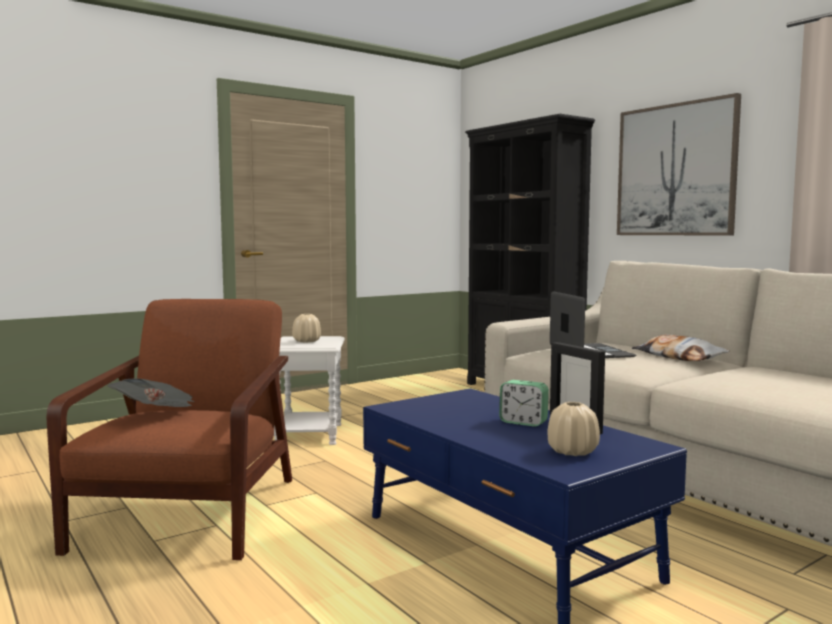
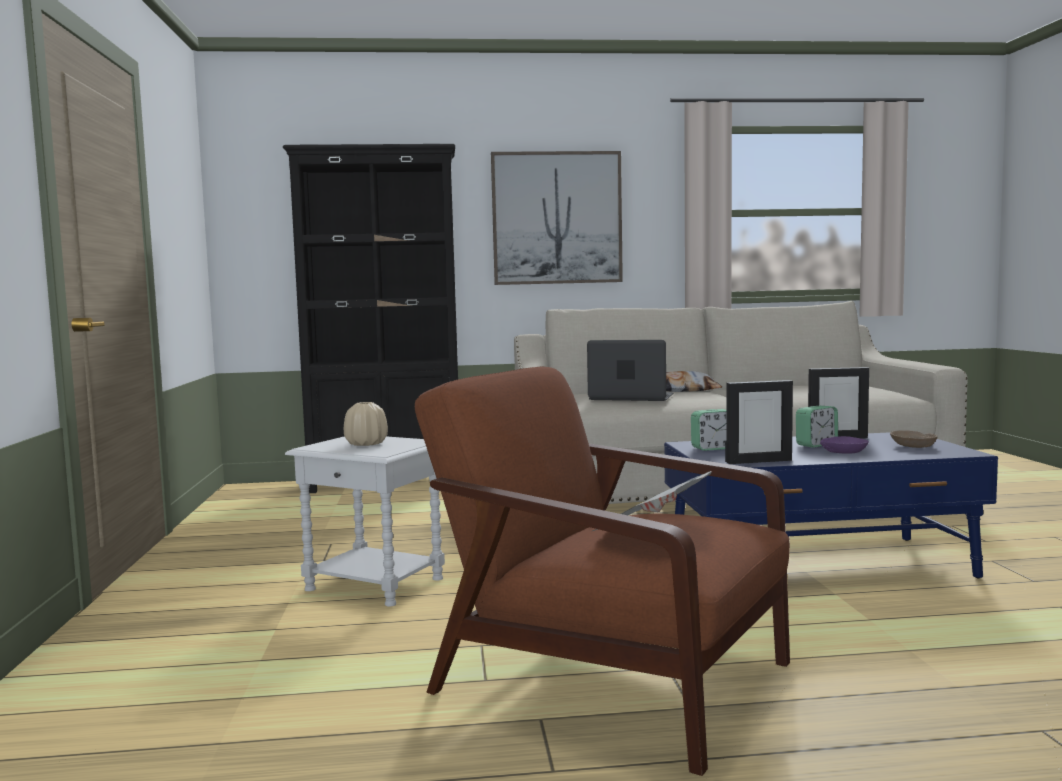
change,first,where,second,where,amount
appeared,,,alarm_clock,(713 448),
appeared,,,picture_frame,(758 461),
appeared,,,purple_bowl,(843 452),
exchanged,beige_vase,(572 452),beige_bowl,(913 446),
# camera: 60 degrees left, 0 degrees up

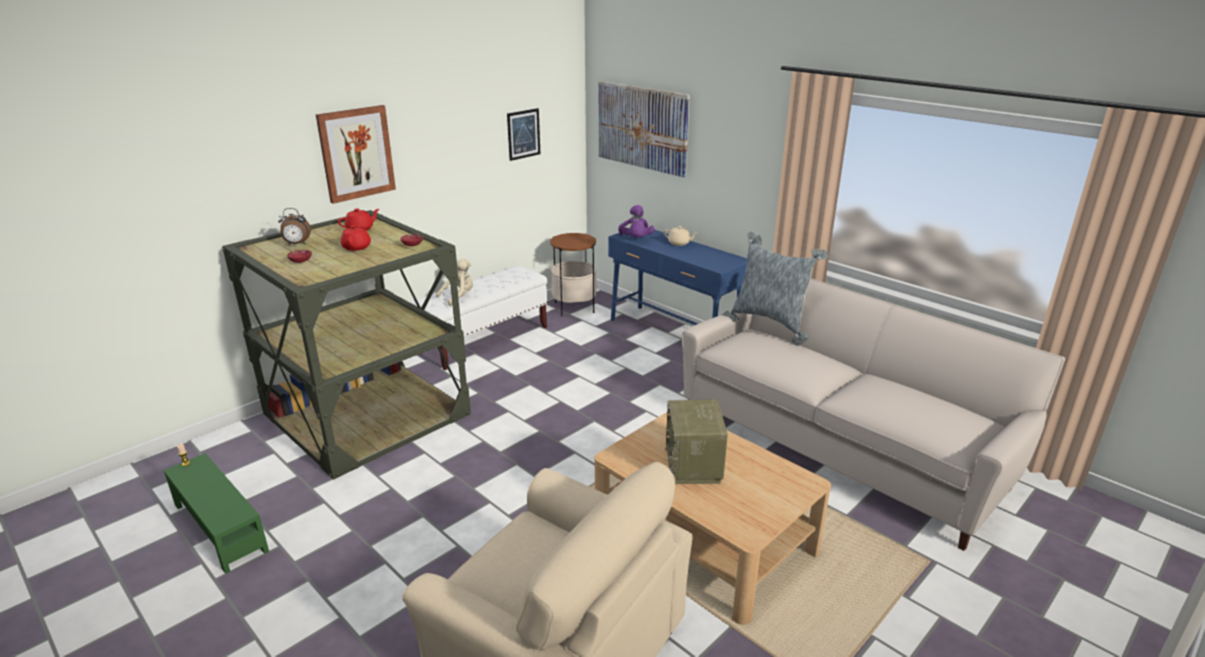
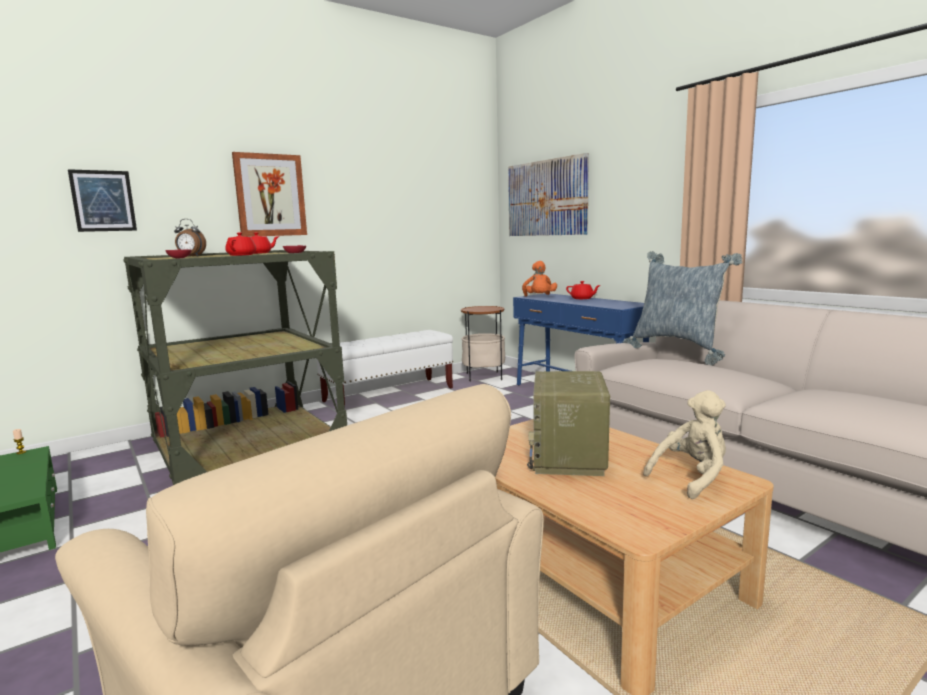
change,first,where,second,where,amount
relocated,picture,(523 134),,(103 201),
colour,purple_plush_toy,(636 239),orange_plush_toy,(539 298),
colour,beige_teapot,(679 243),red_teapot,(582 298),
relocated,beige_plush_toy,(459 297),,(691 478),
# camera: 10 degrees right, 15 degrees down

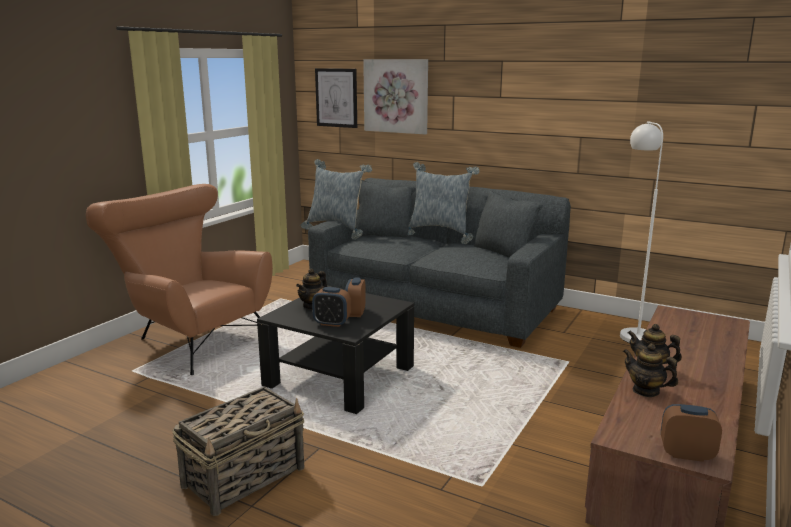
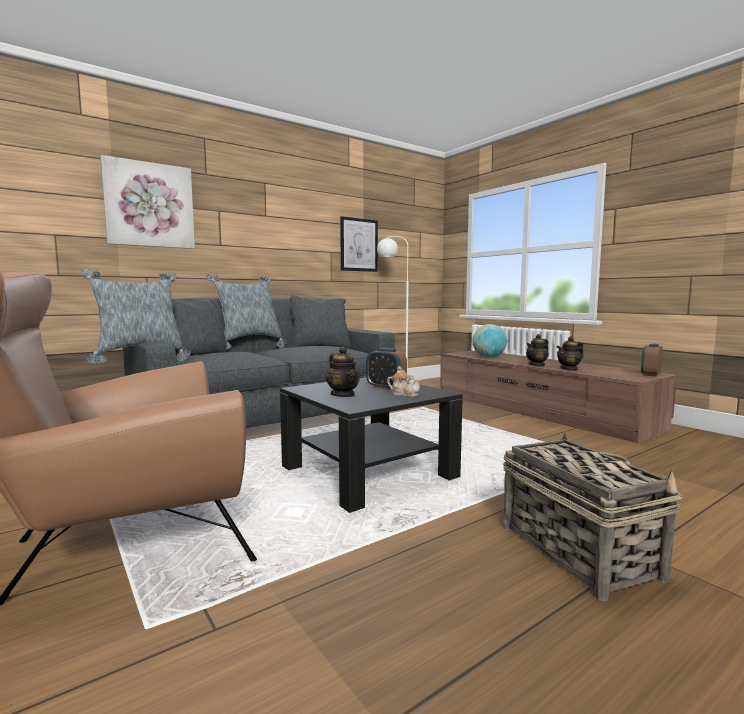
change,first,where,second,where,amount
relocated,picture,(336 98),,(358 245),
exchanged,alarm_clock,(332 323),teapot,(404 394),
appeared,,,globe,(489 357),
# camera: 65 degrees left, 10 degrees down

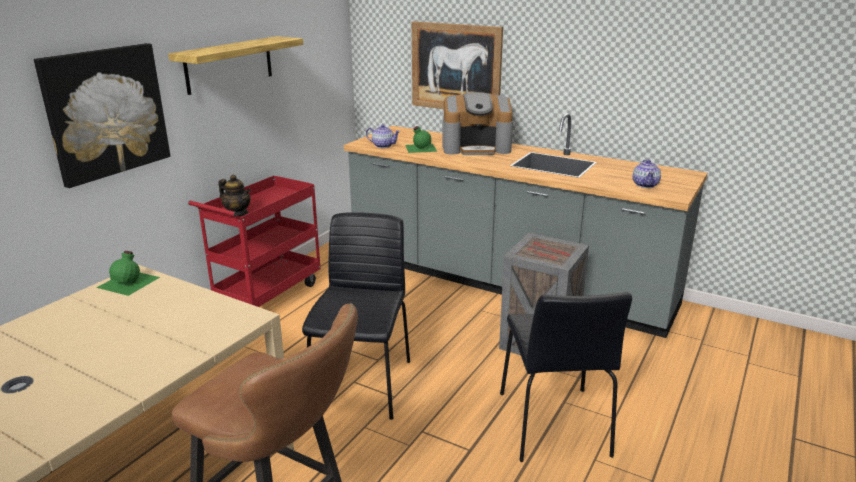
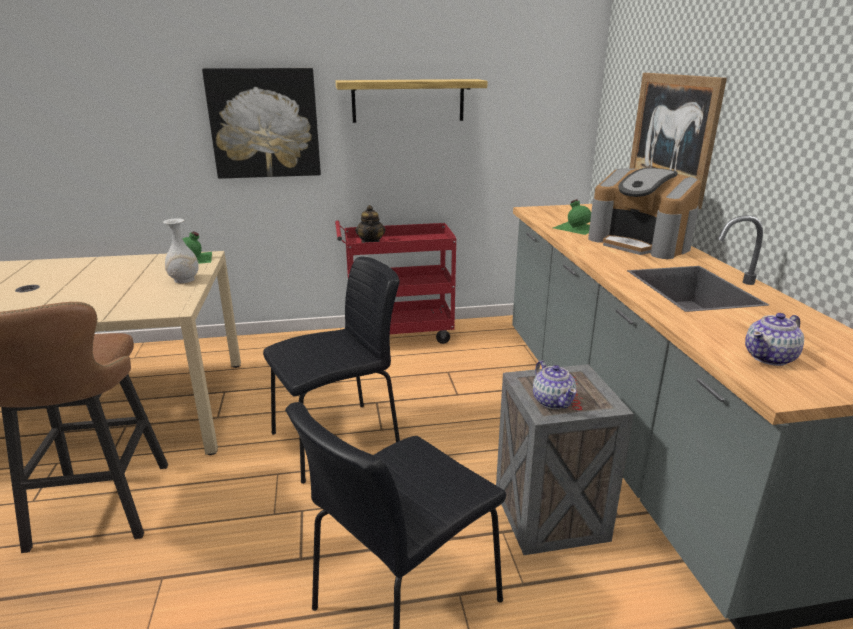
change,first,where,second,where,amount
appeared,,,white_vase,(184 280),
relocated,teapot,(383 146),,(553 401),
# camera: 50 degrees right, 0 degrees up

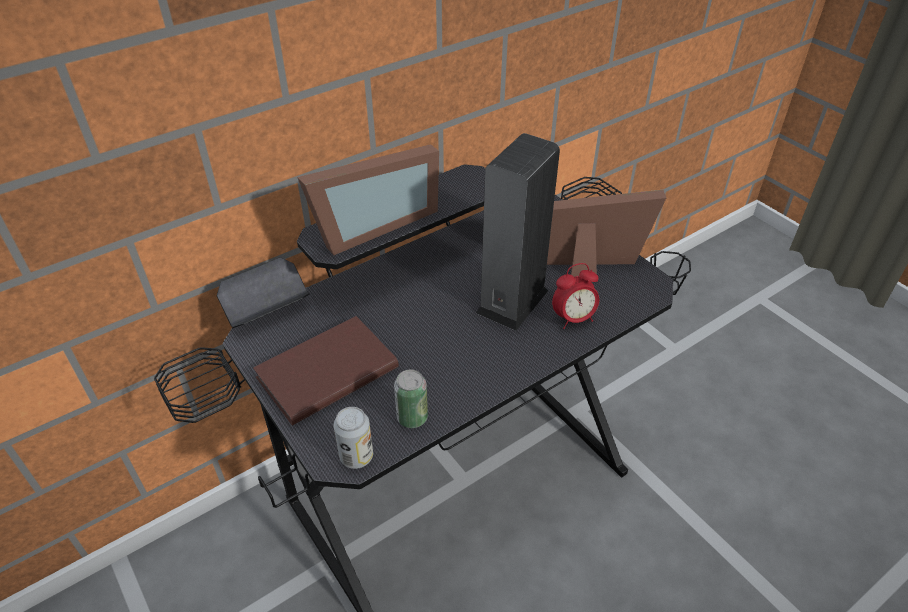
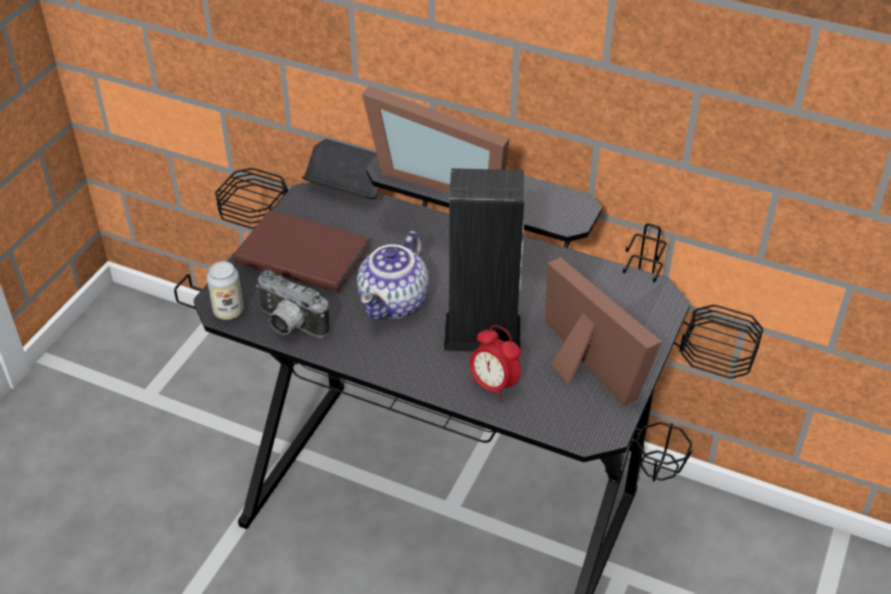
change,first,where,second,where,amount
exchanged,can,(412 417),photo_camera,(289 326),
appeared,,,teapot,(395 303),
# camera: 60 degrees right, 0 degrees up

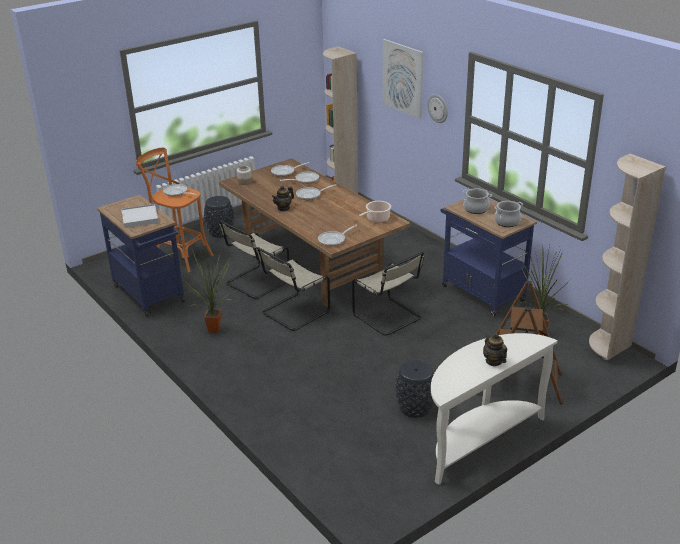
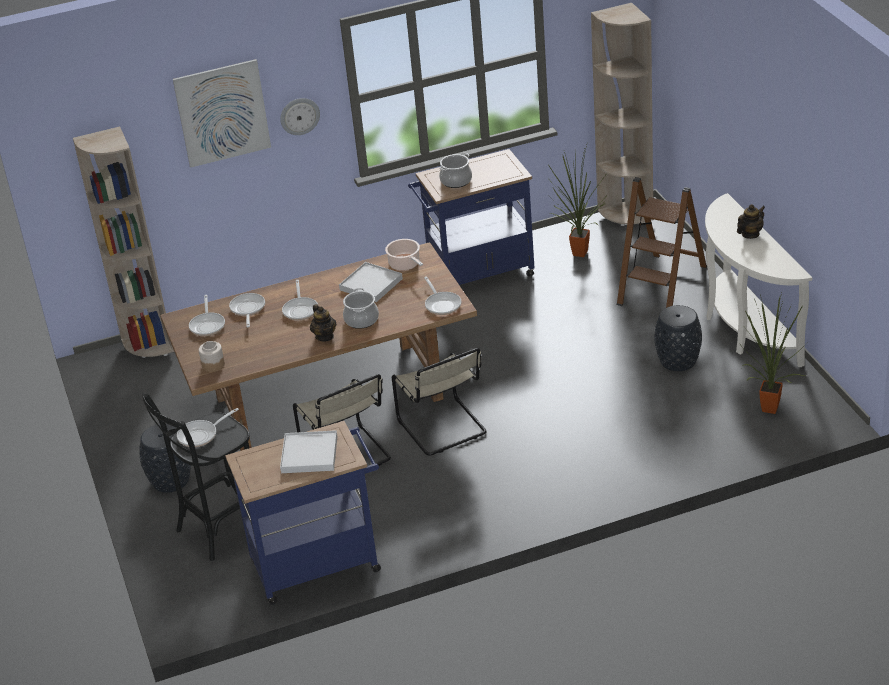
change,first,where,second,where,amount
colour,orange_stool,(180 256),black_stool,(221 528),
appeared,,,white_tray,(371 284),
relocated,cooking_pot,(507 222),,(361 320),
spun,teapot,(493 361),,(750 234),150 degrees clockwise
relocated,potted_plant,(215 328),,(766 408),
missing,beige_chair,(389 318),,,
# camera: 70 degrees left, 5 degrees up

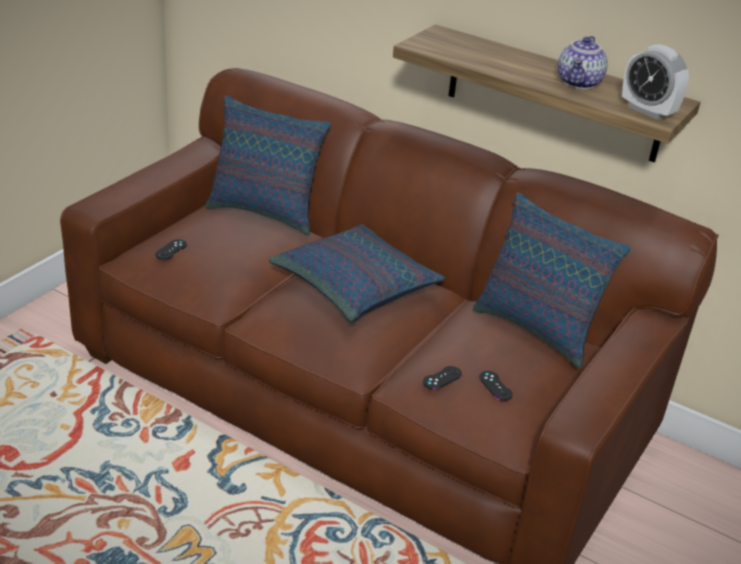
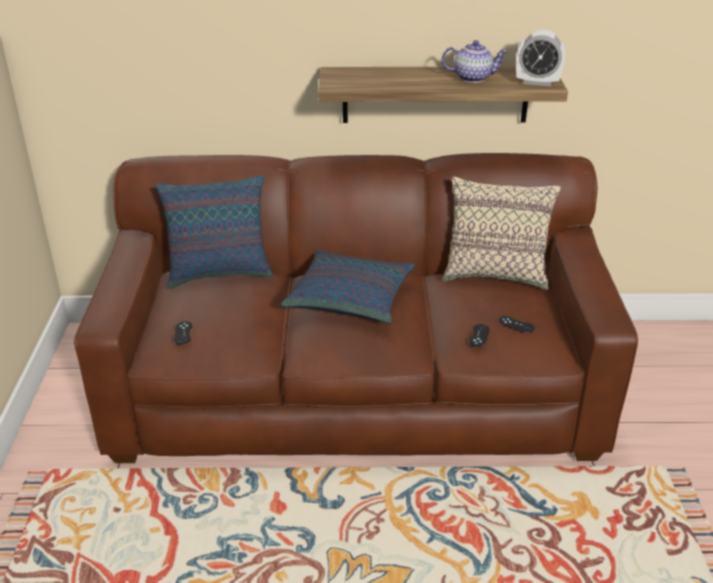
change,first,where,second,where,amount
spun,teapot,(580 83),,(473 78),75 degrees counterclockwise
colour,blue_pillow,(536 331),beige_pillow,(495 277),
# camera: 30 degrees left, 0 degrees up

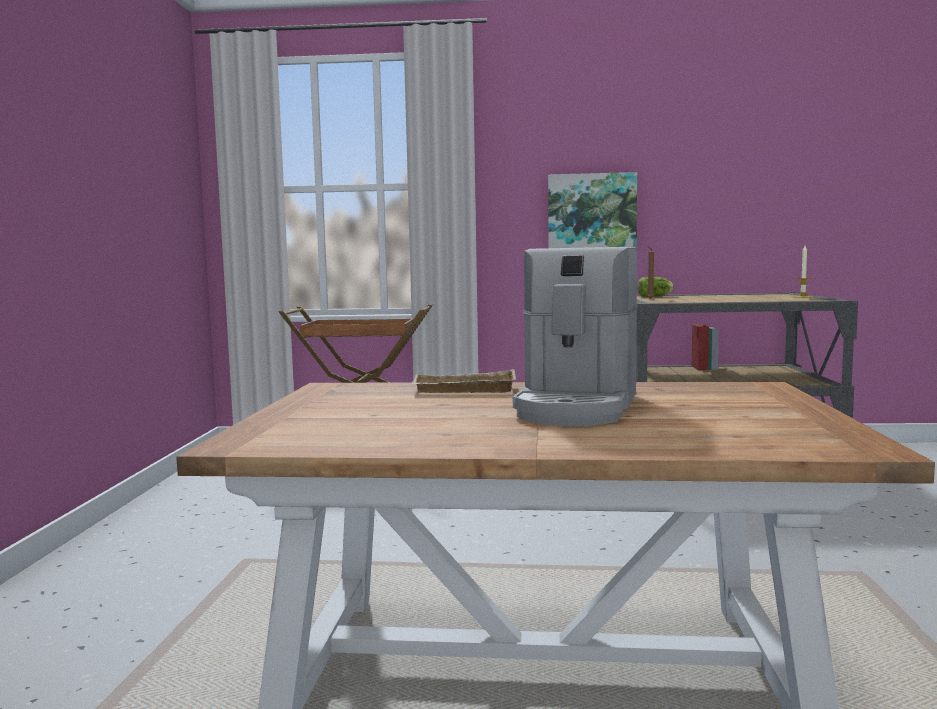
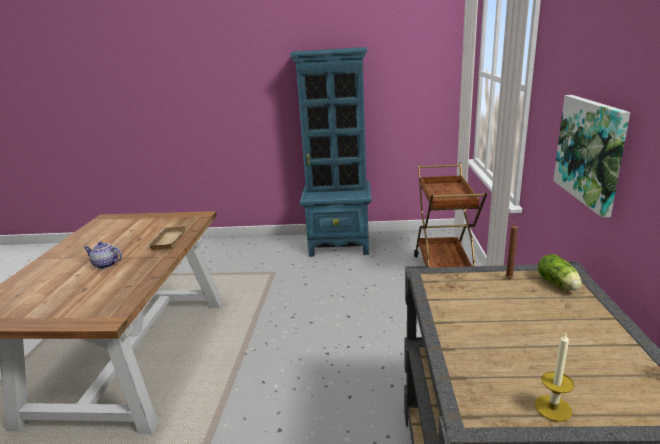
change,first,where,second,where,amount
exchanged,coffee_machine,(577 407),teapot,(105 265),
appeared,,,blue_cabinet,(339 244),
# camera: 90 degrees right, 15 degrees up

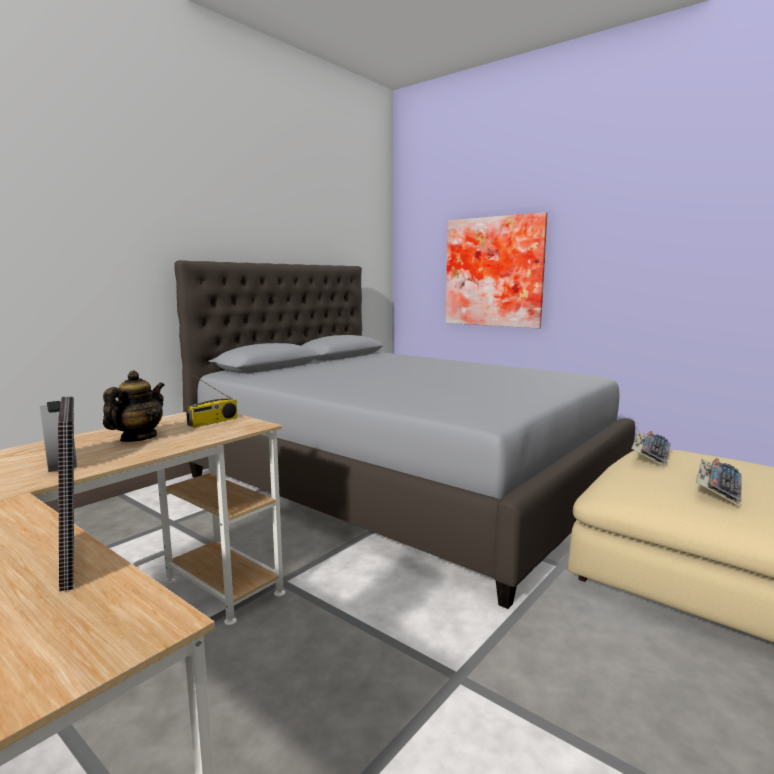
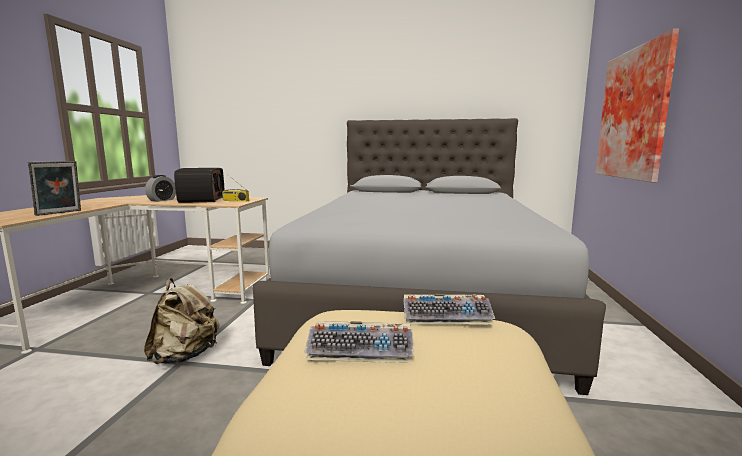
change,first,where,second,where,amount
appeared,,,beige_backpack,(185 356),
exchanged,teapot,(138 438),radio,(201 199),
# camera: 60 degrees right, 0 degrees up

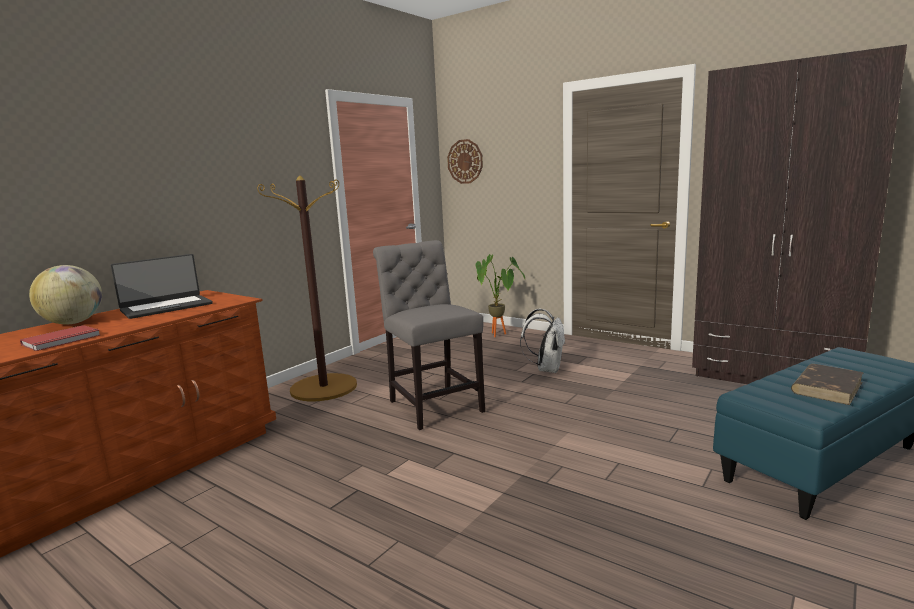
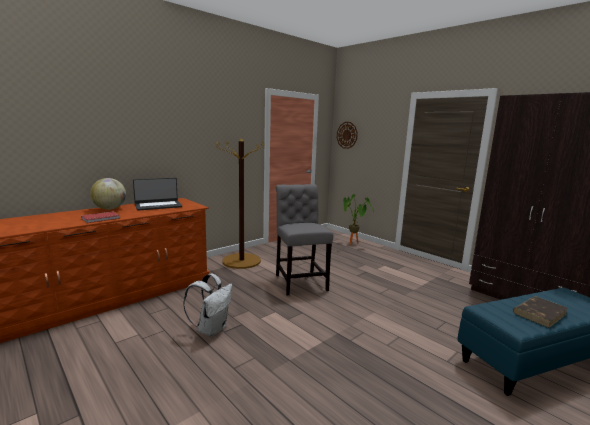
change,first,where,second,where,amount
relocated,white_backpack,(546 369),,(211 329),
# camera: 10 degrees right, 0 degrees up

